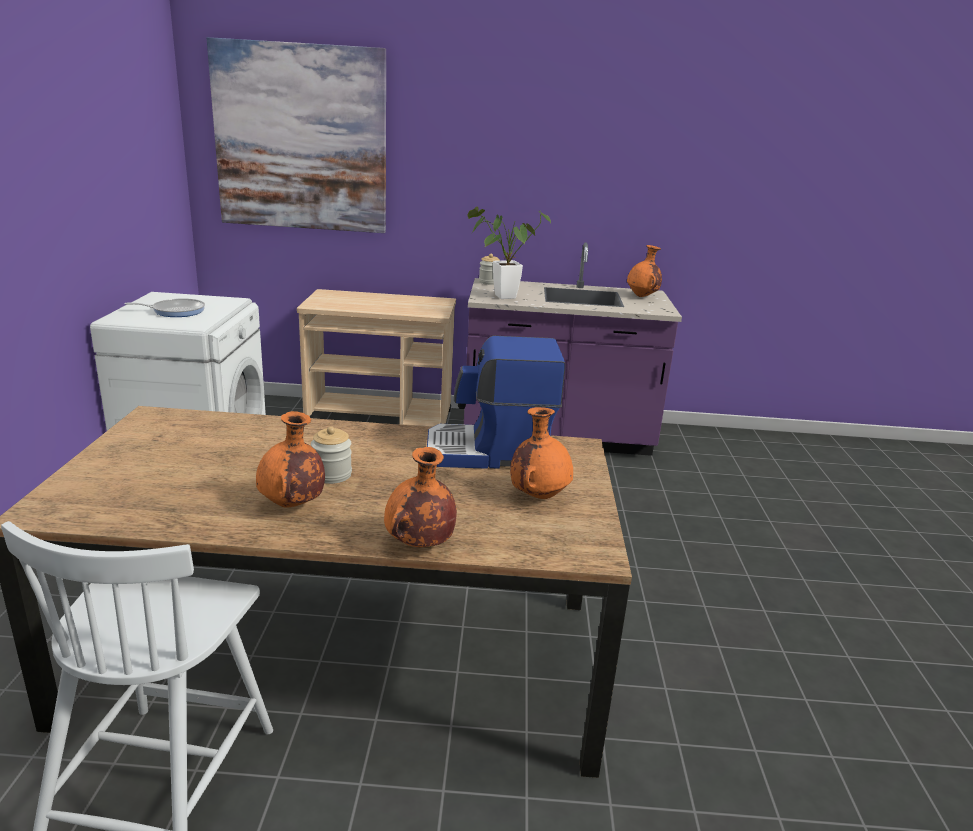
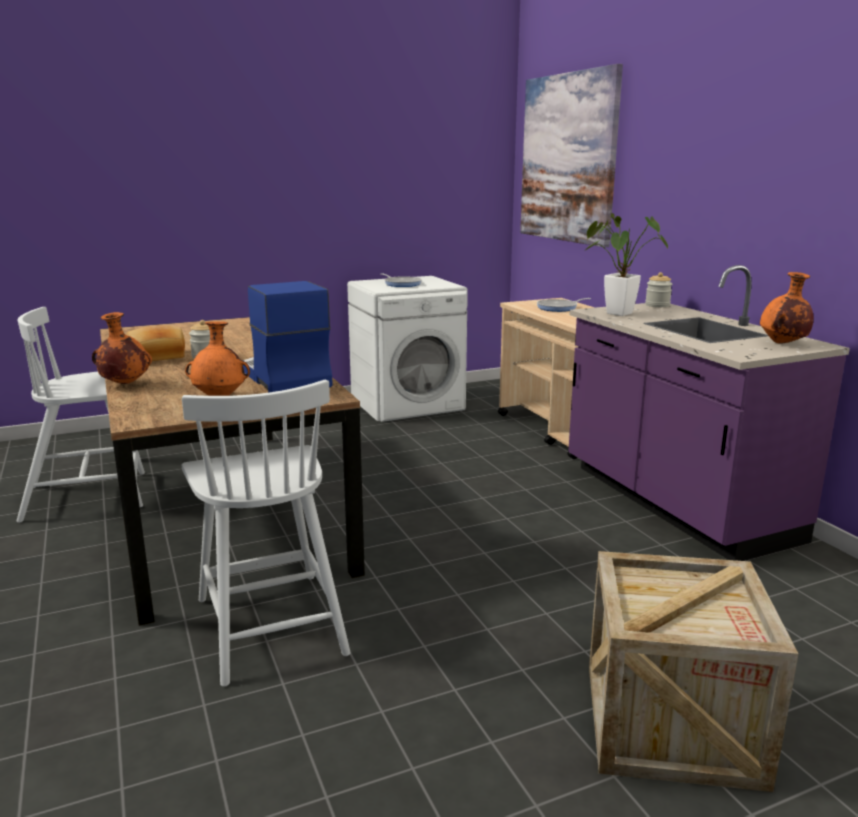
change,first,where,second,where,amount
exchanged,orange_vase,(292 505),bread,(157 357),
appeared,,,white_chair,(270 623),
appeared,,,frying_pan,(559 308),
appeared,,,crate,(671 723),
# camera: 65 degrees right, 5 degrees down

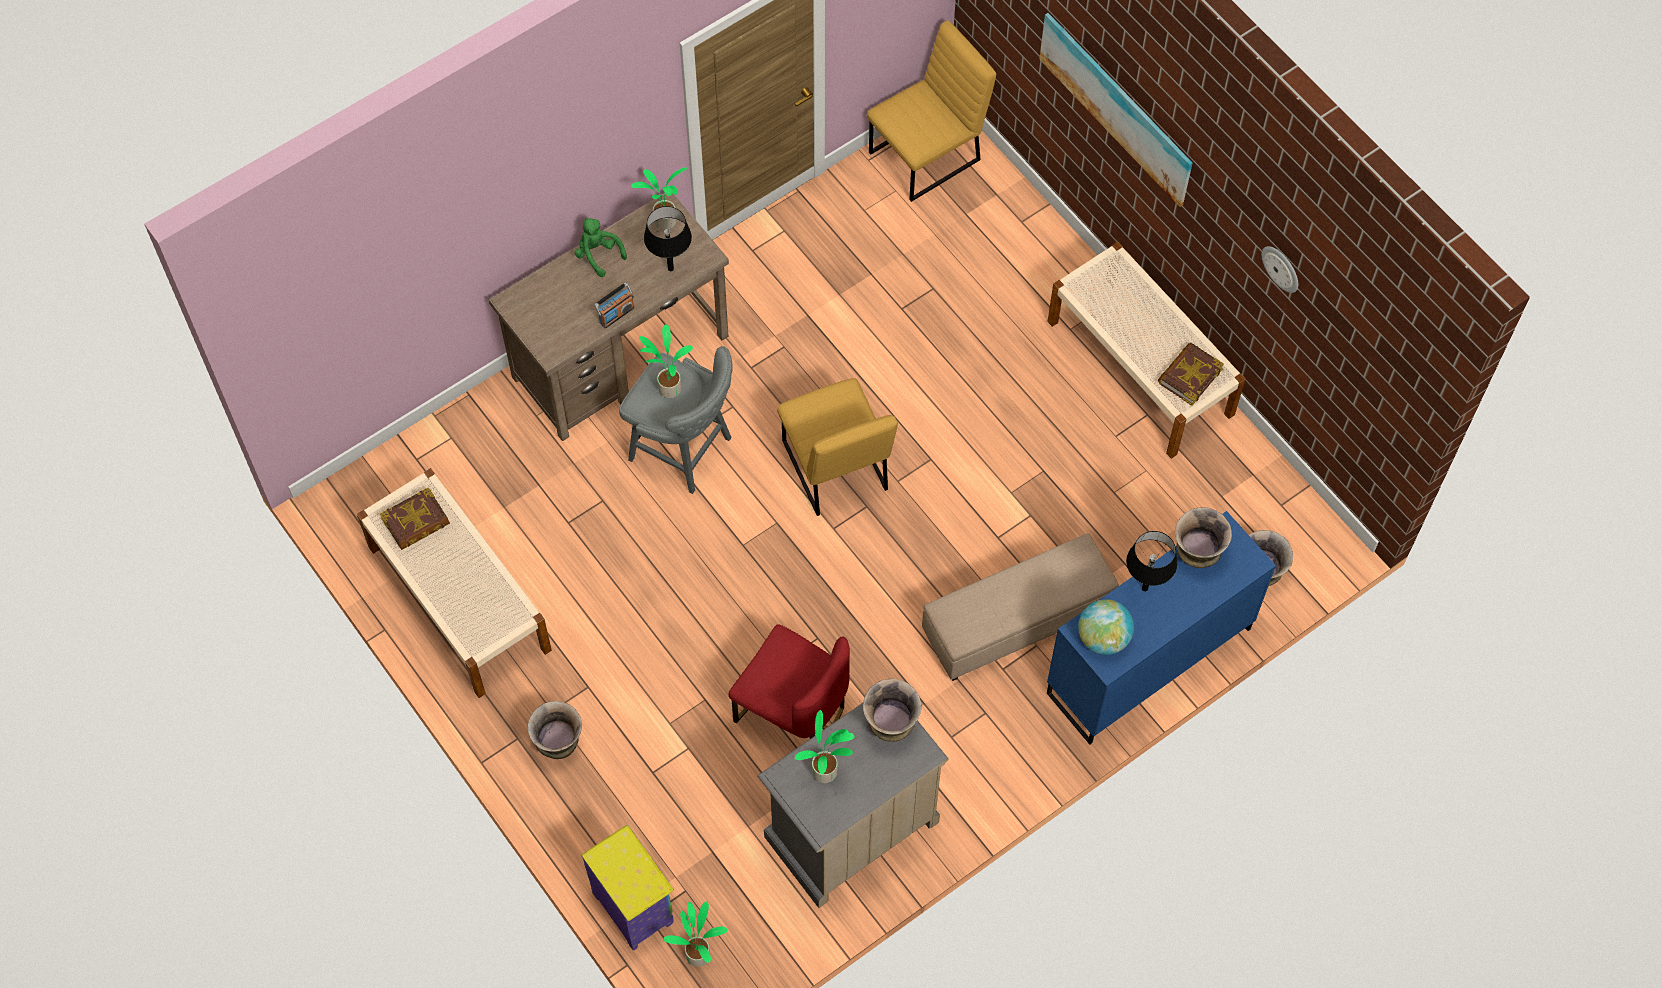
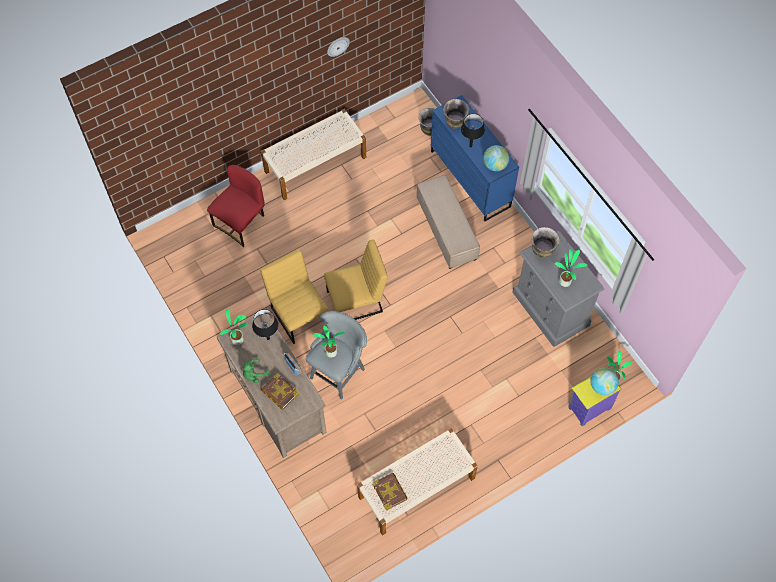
change,first,where,second,where,amount
relocated,red_chair,(792 709),,(241 222),
relocated,yellow_chair,(927 155),,(298 314),
relocated,book,(1189 376),,(280 393),
appeared,,,globe,(602 386),
missing,vase,(558 744),,,
missing,picture,(1117 106),,,
# camera: 85 degrees left, 0 degrees up

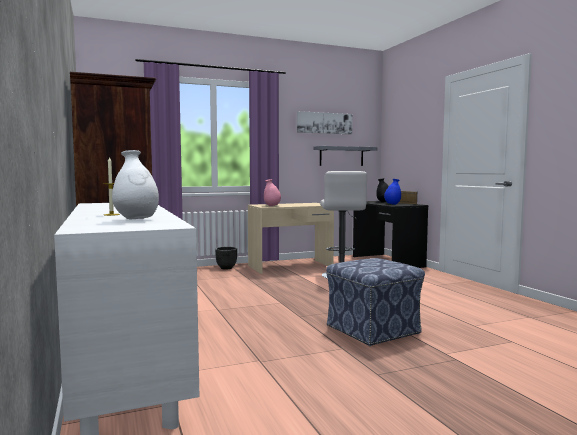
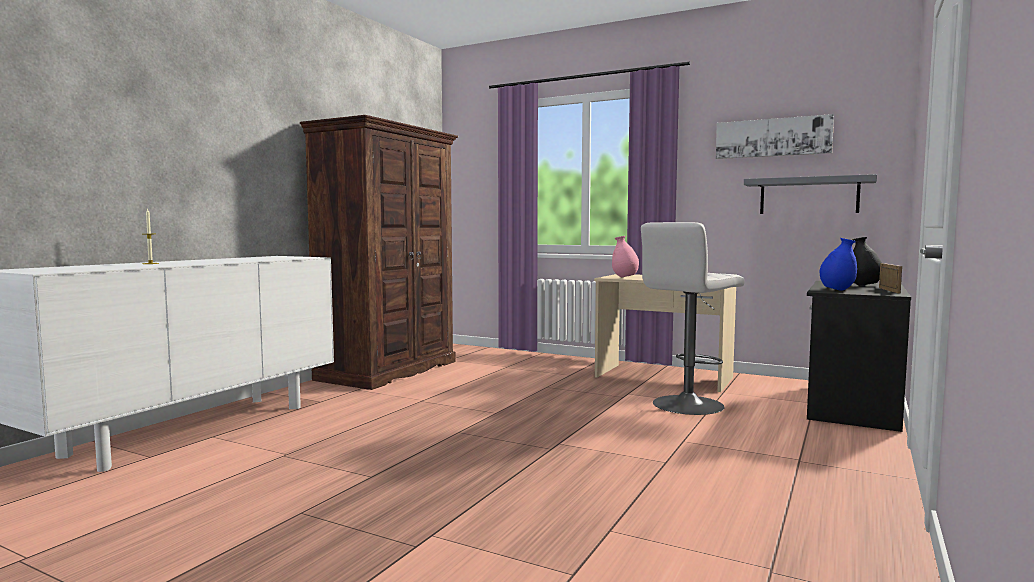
change,first,where,second,where,amount
missing,white_vase,(136 219),,,
missing,black_planter,(226 268),,,
missing,ottoman,(373 329),,,
# camera: 50 degrees right, 0 degrees up

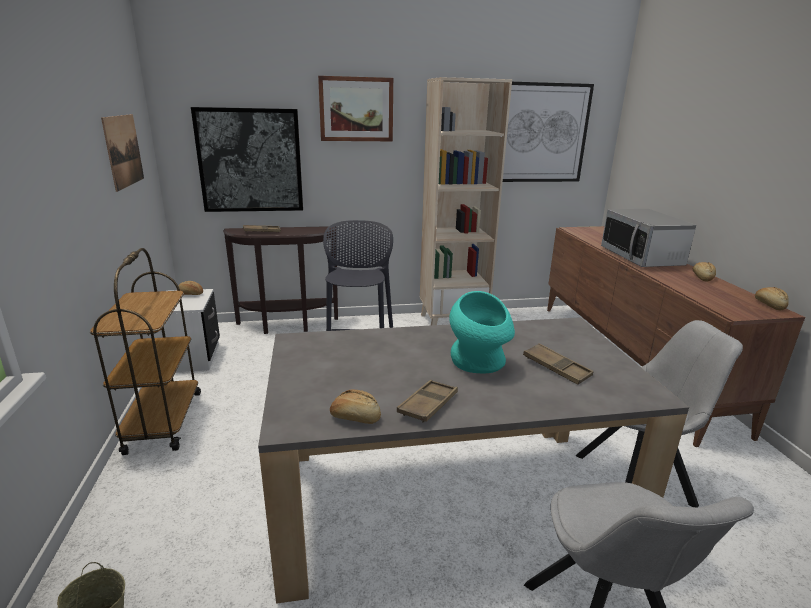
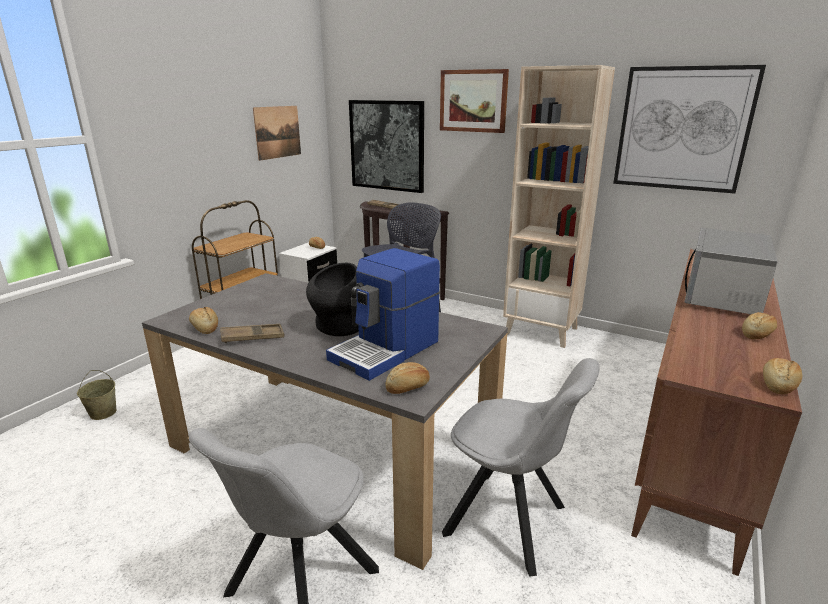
change,first,where,second,where,amount
colour,turquoise_vase,(478 364),black_vase,(337 328),
exchanged,brown_tray,(556 368),coffee_machine,(386 350),
appeared,,,bread,(408 387),
# camera: 40 degrees right, 0 degrees up

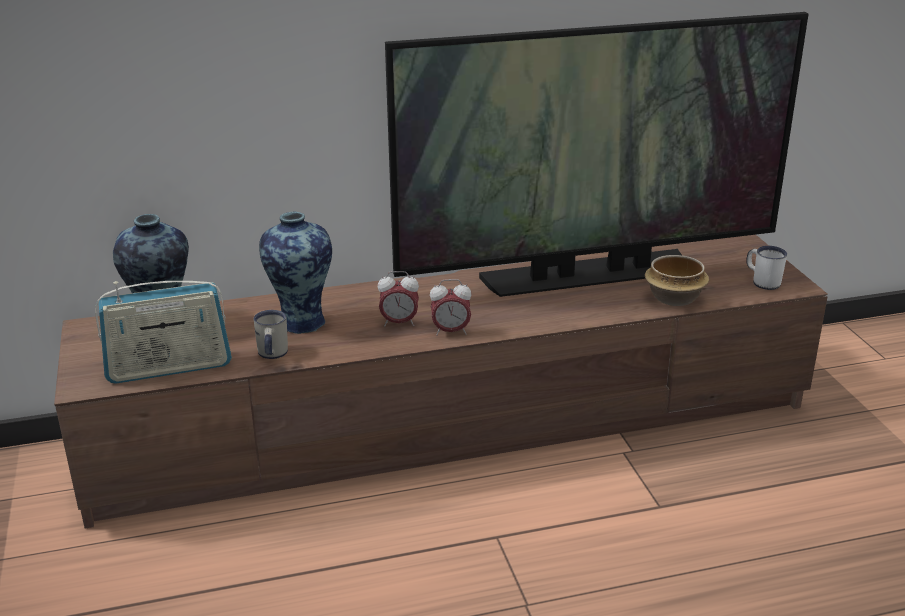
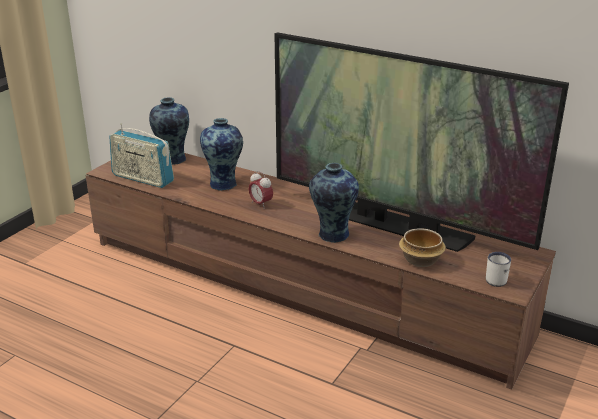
change,first,where,second,where,amount
appeared,,,vase,(332 235),
missing,white_mug,(272 355),,,
missing,alarm_clock,(450 332),,,
# camera: 45 degrees right, 0 degrees up

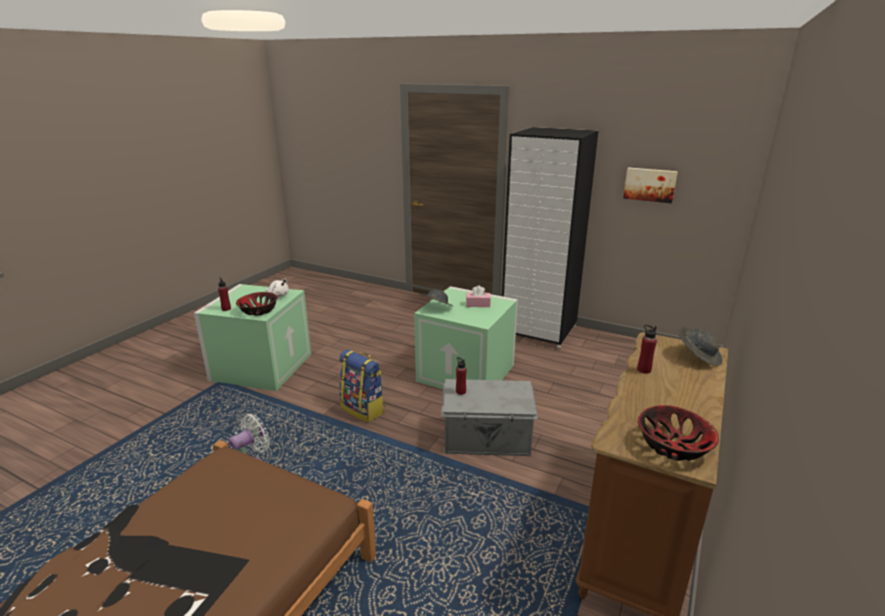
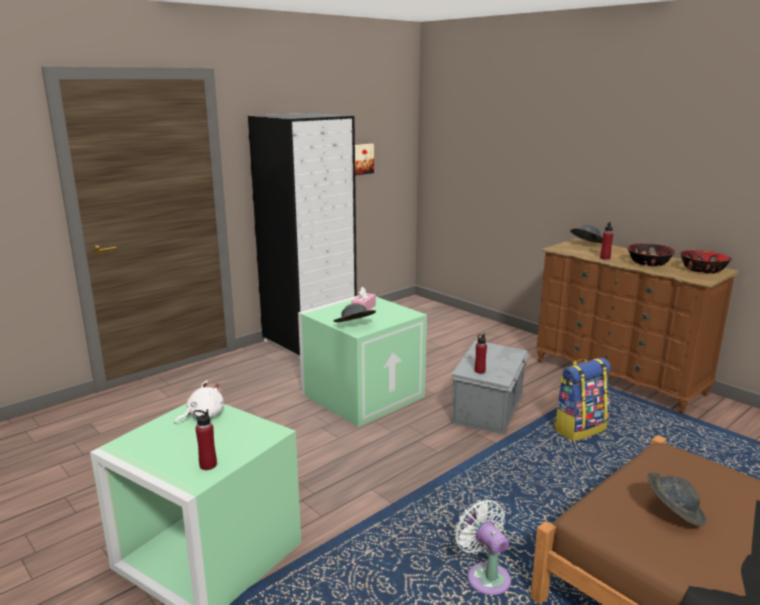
change,first,where,second,where,amount
relocated,backpack,(363 410),,(579 428),
relocated,bowl,(258 311),,(649 263),
appeared,,,grey_hat,(673 511),
# camera: 70 degrees left, 5 degrees down

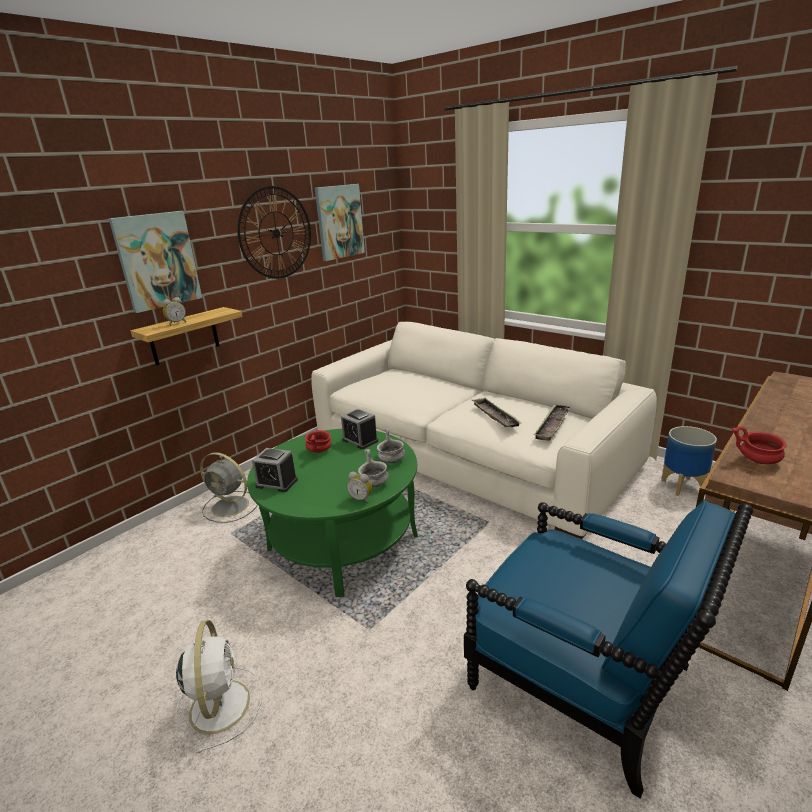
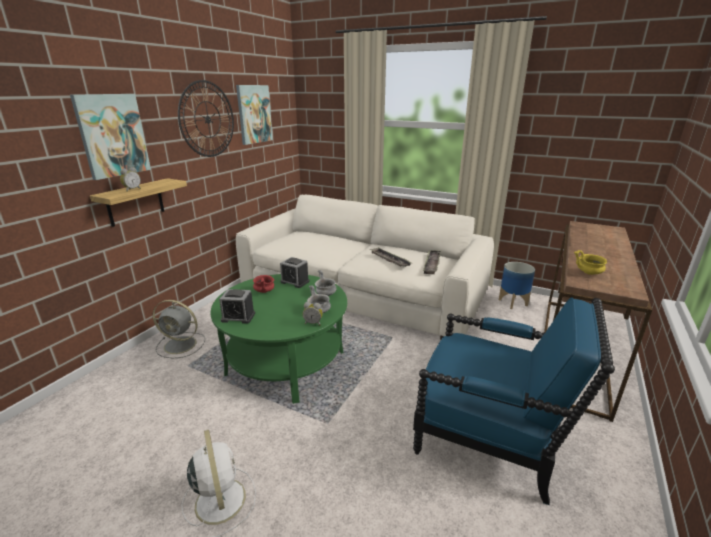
change,first,where,second,where,amount
colour,red_bowl,(757 461),yellow_bowl,(588 273),
# camera: 15 degrees left, 0 degrees up

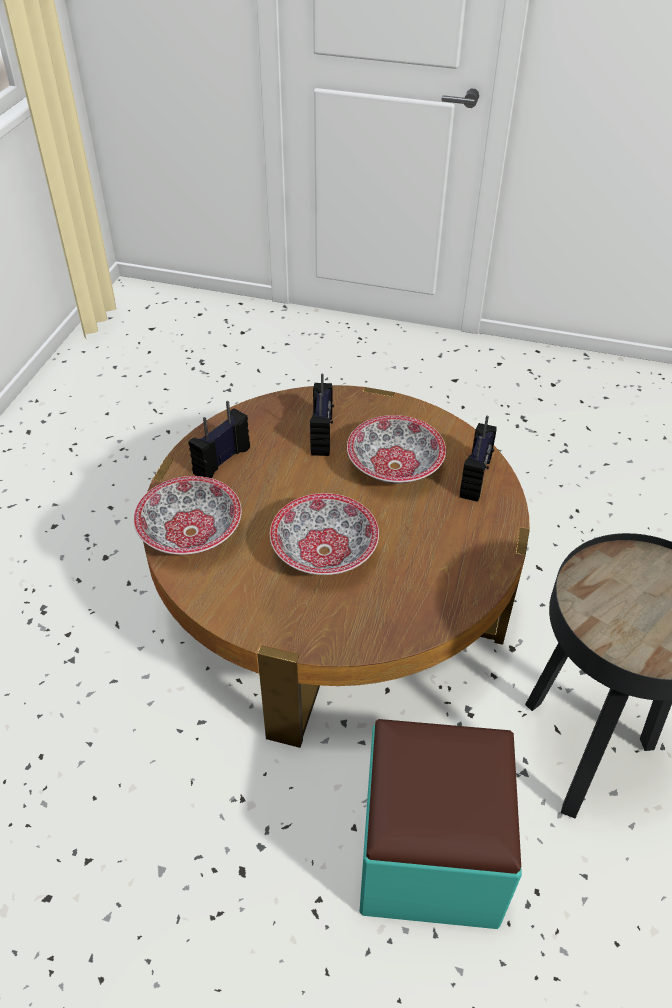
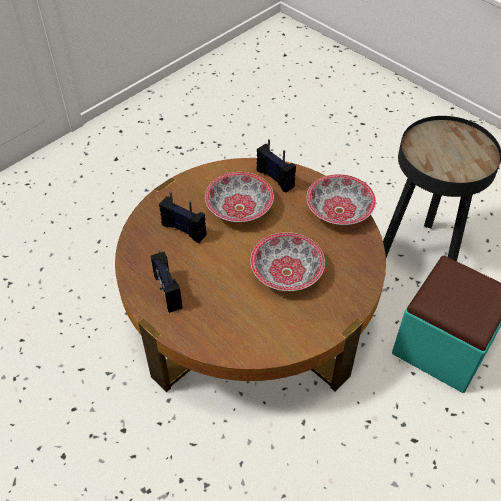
change,first,where,second,where,amount
relocated,bowl,(191 532),,(339 210),
# camera: 60 degrees left, 5 degrees up

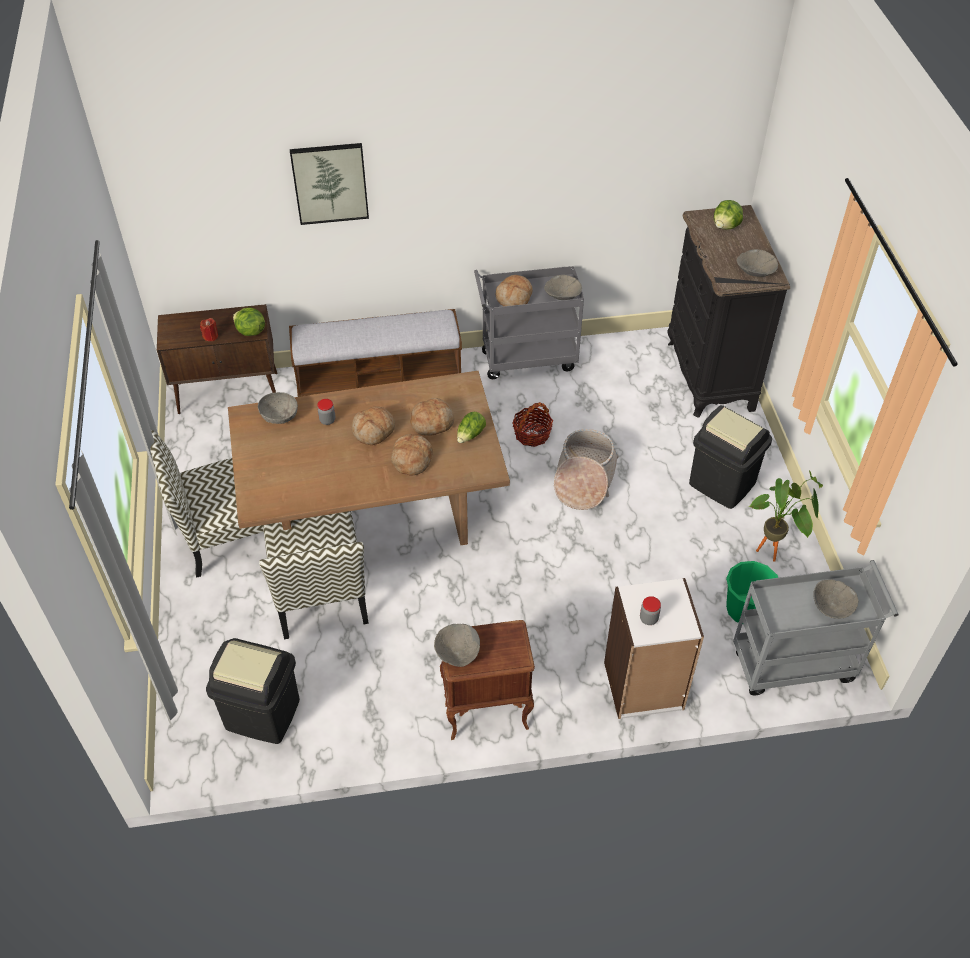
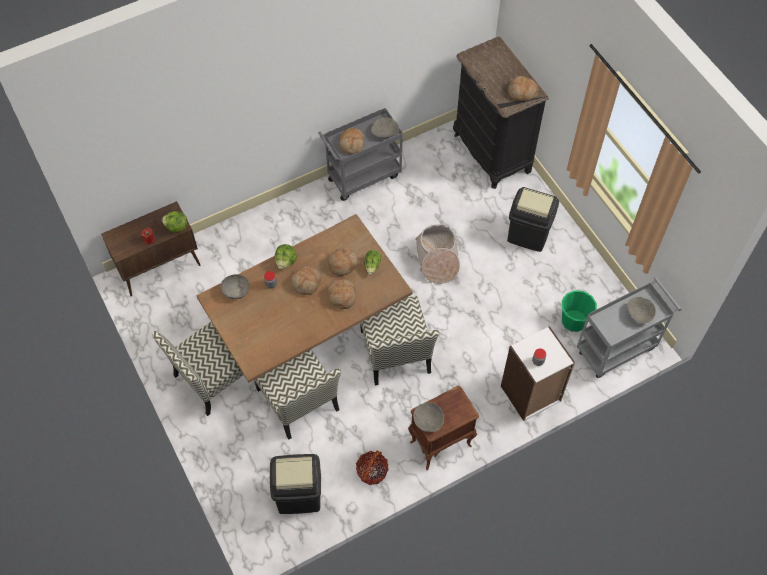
change,first,where,second,where,amount
relocated,lettuce,(726 226),,(286 262),
relocated,basket,(532 434),,(372 471),
appeared,,,chair,(396 353),
exchanged,grey_bowl,(754 272),bread,(522 92),
missing,bench,(379 377),,,
missing,picture,(330 183),,,
missing,potted_plant,(774 554),,,
# camera: 20 degrees left, 10 degrees up

